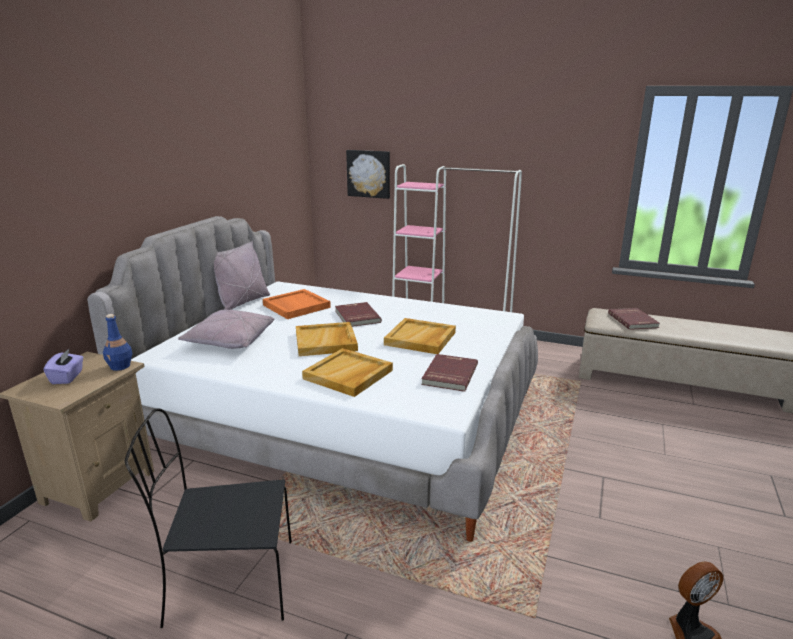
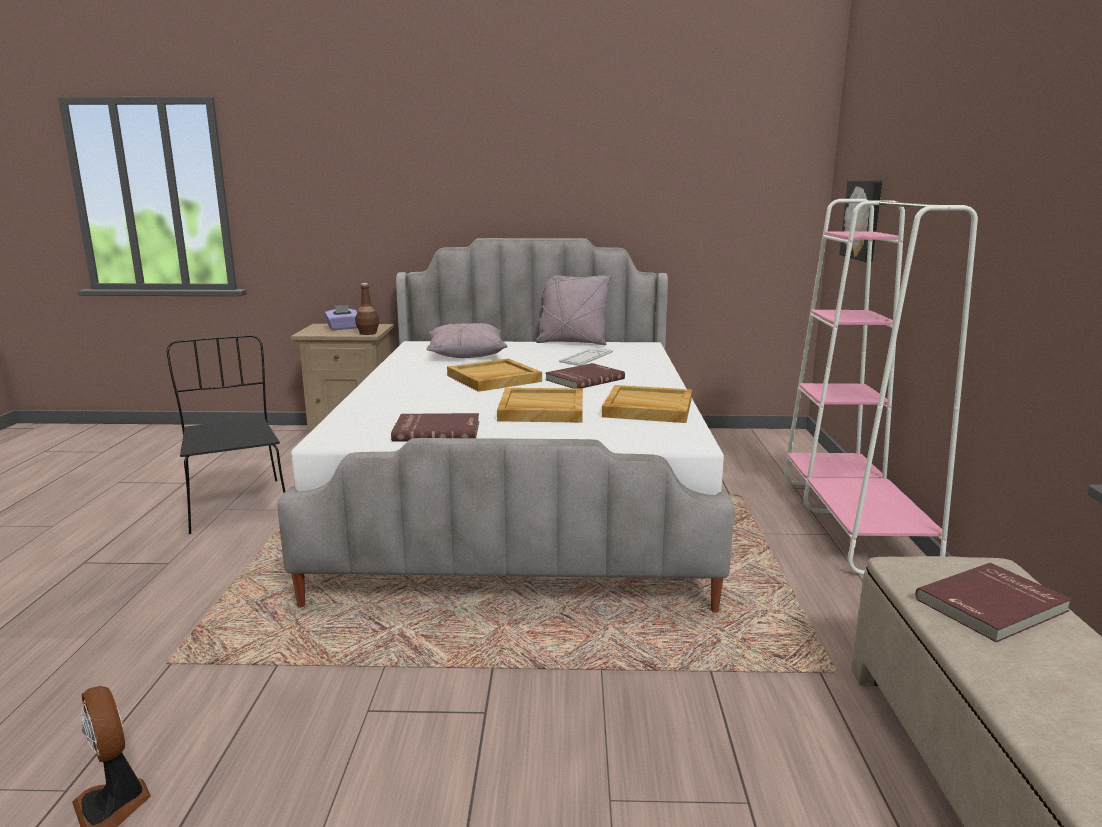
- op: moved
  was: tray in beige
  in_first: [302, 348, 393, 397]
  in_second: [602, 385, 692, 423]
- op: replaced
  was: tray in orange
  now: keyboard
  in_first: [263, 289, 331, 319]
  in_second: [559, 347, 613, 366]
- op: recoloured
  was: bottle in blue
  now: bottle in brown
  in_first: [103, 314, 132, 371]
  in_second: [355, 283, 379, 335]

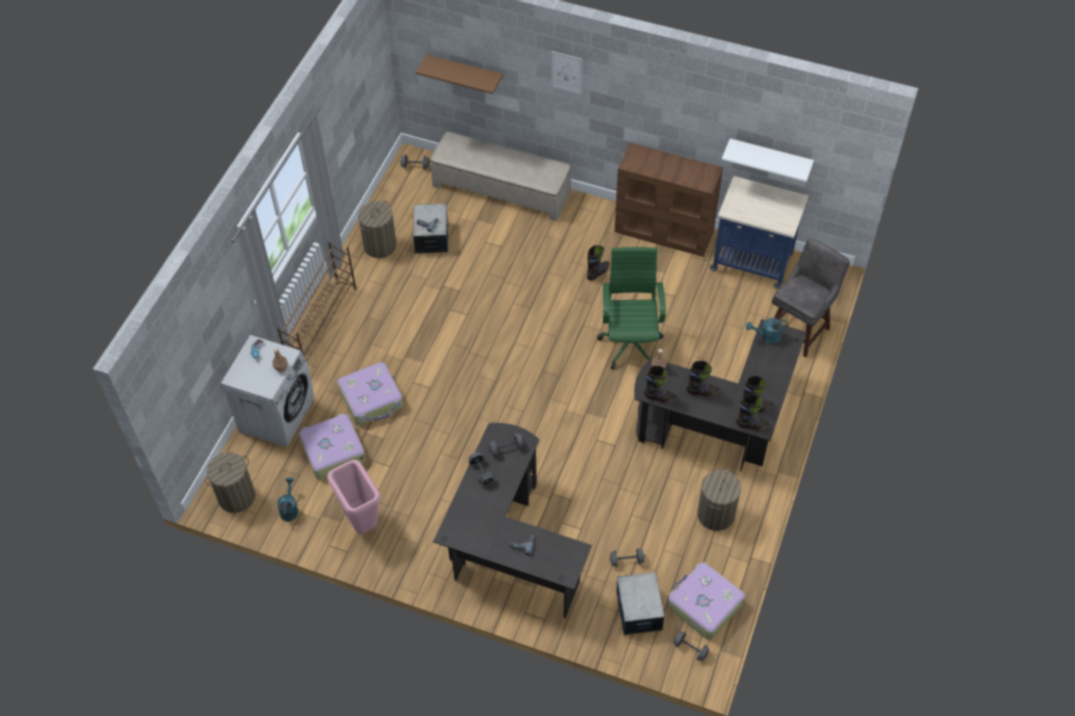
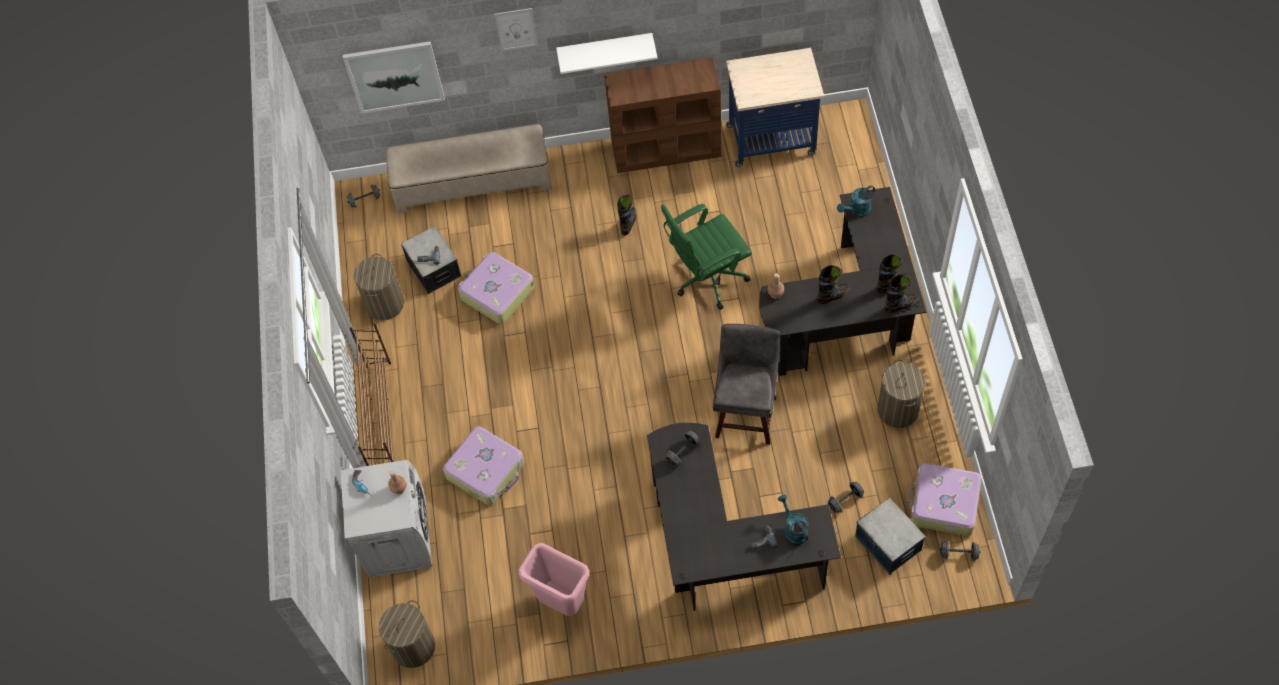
- op: removed
  was: dumbbell in grey
  in_first: [469, 452, 494, 486]
- op: removed
  was: boot in black
  in_first: [644, 366, 678, 403]
- op: moved
  was: watering can in turquoise
  in_first: [277, 478, 299, 522]
  in_second: [778, 495, 809, 545]
- op: moved
  was: suitcase
  in_first: [299, 413, 366, 479]
  in_second: [458, 252, 535, 324]
- op: moved
  was: shelf in white
  in_first: [722, 138, 814, 182]
  in_second: [556, 33, 657, 74]
- op: moved
  was: stool in grey
  in_first: [772, 239, 850, 357]
  in_second: [713, 324, 780, 444]
- op: replaced
  was: shelf in brown
  now: picture
  in_first: [415, 54, 503, 94]
  in_second: [343, 41, 445, 114]
- op: turned
  was: office chair in green
  in_first: [597, 247, 666, 369]
  in_second: [661, 204, 752, 310]
  clockwise: -90

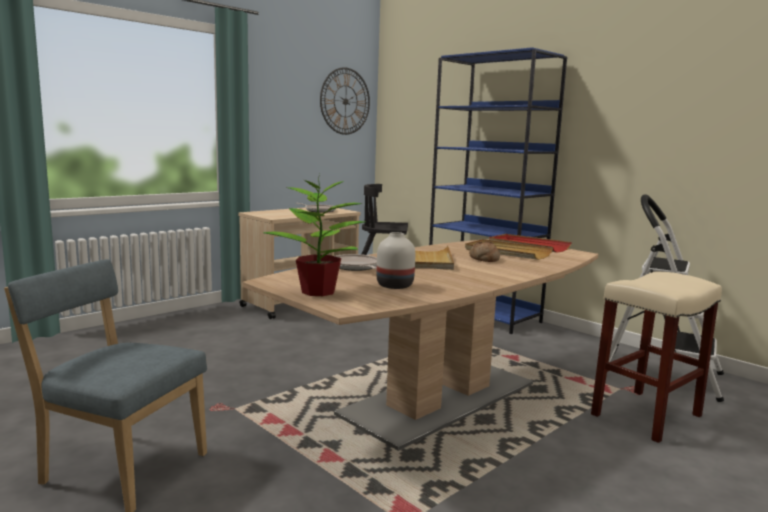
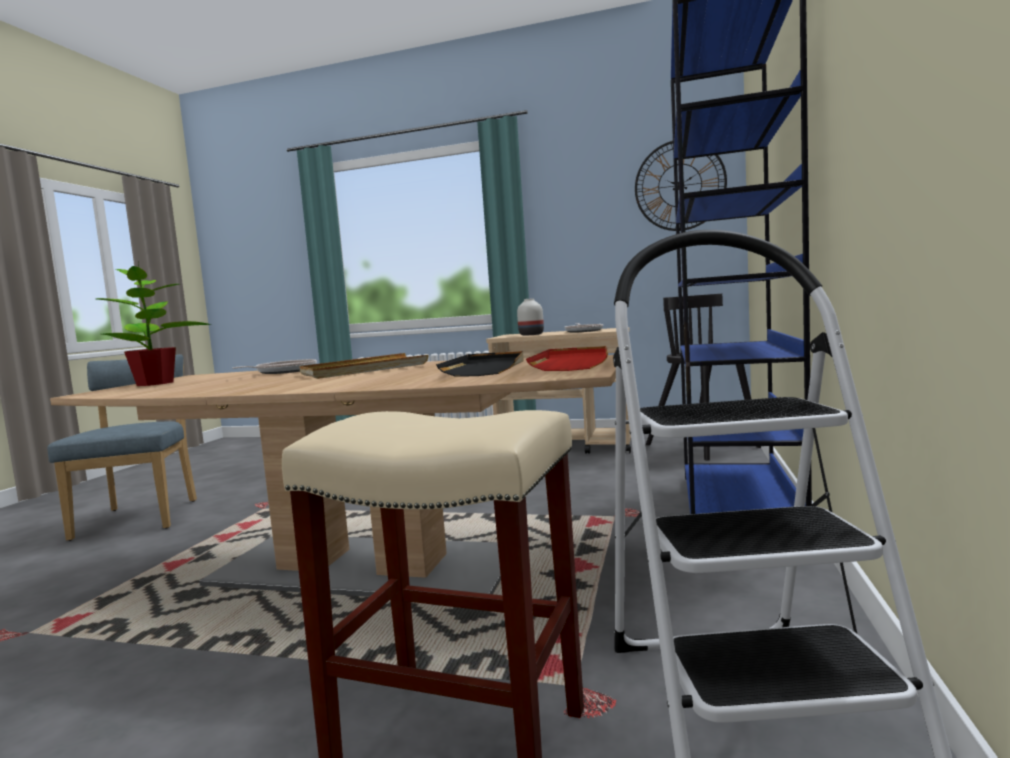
- op: removed
  was: bread
  in_first: [469, 241, 500, 262]
- op: moved
  was: vase in white
  in_first: [376, 232, 415, 289]
  in_second: [517, 298, 544, 336]
- op: recoloured
  was: tray in beige
  now: tray in black
  in_first: [465, 239, 553, 260]
  in_second: [436, 351, 524, 376]

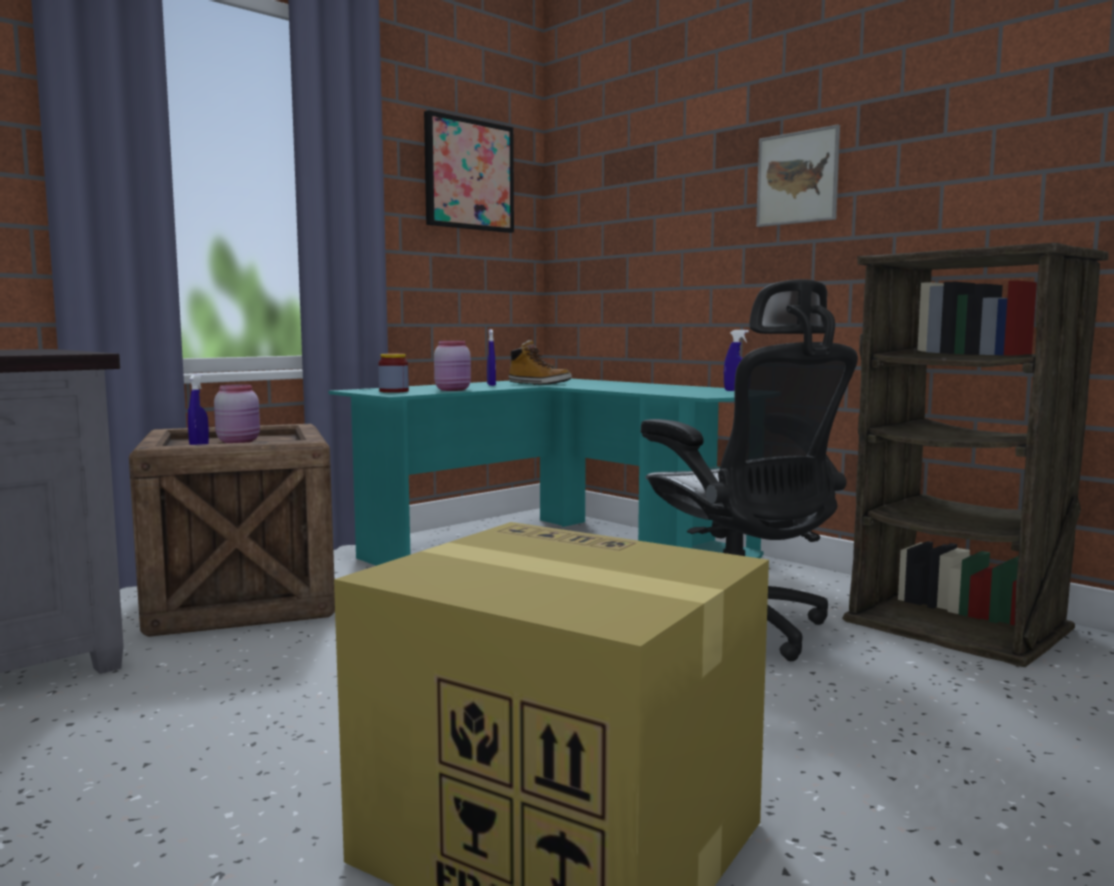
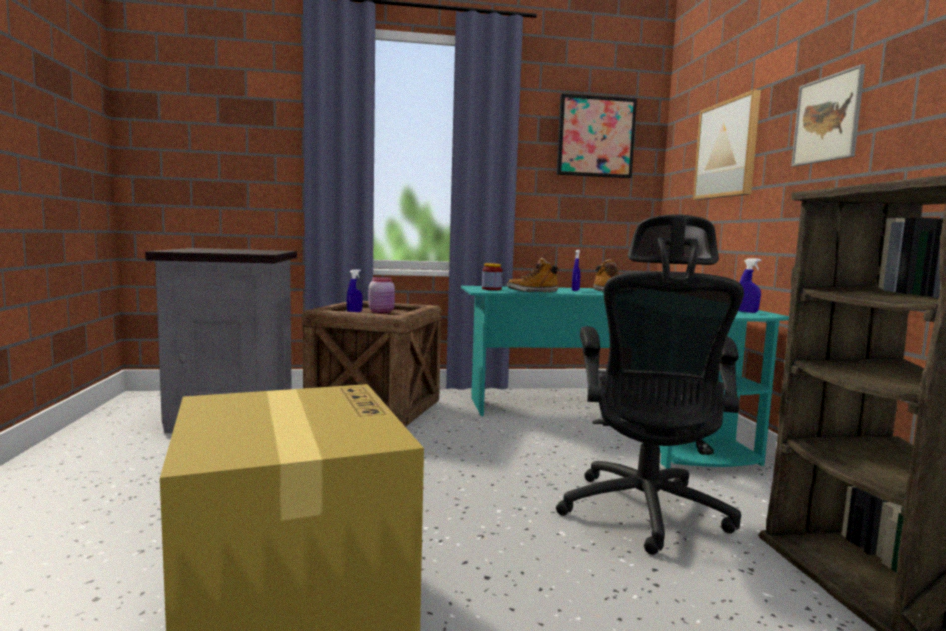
- op: added
  now: picture
  in_second: [693, 89, 761, 200]
- op: replaced
  was: jar in pink
  now: boot
  in_first: [434, 341, 471, 391]
  in_second: [506, 257, 559, 292]

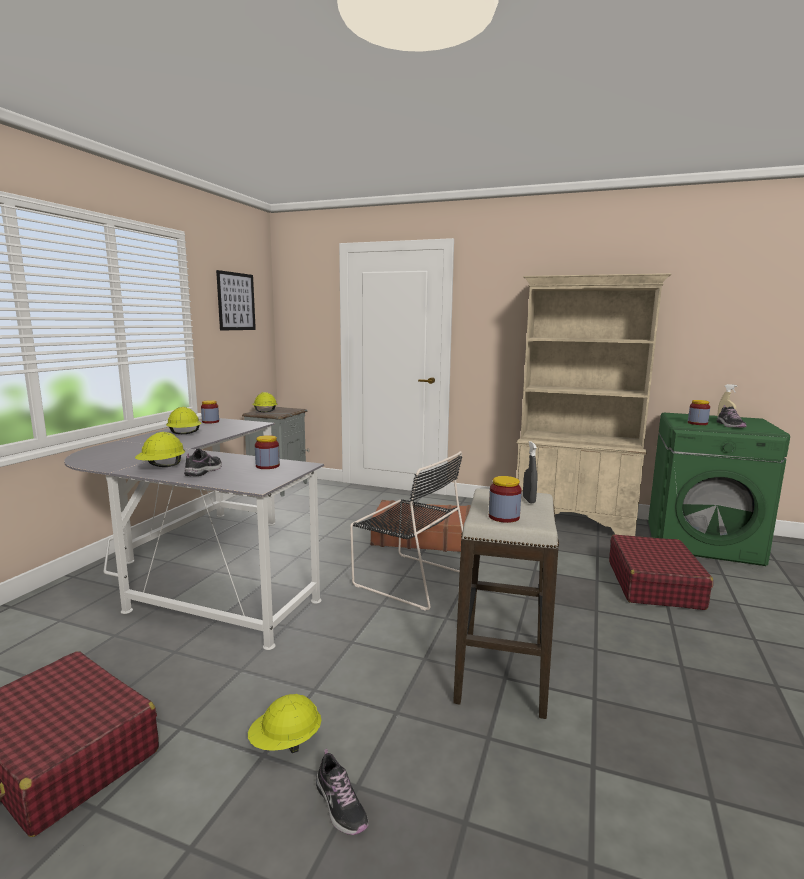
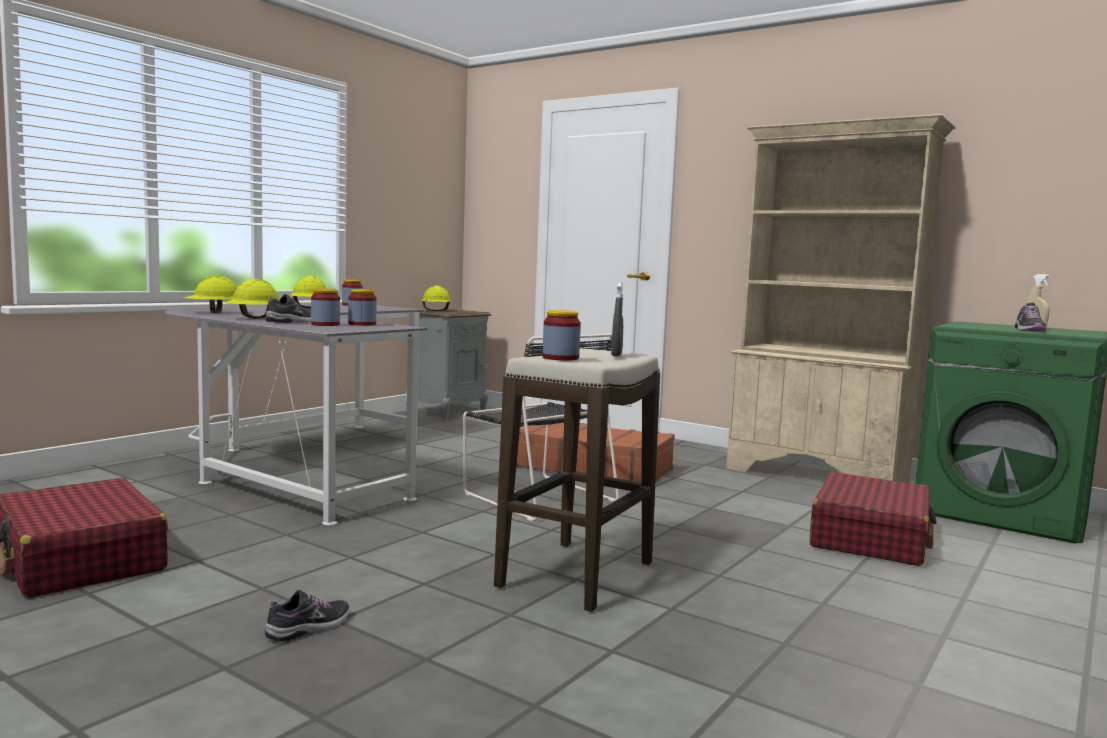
- op: removed
  was: picture
  in_first: [216, 270, 256, 331]
- op: moved
  was: hard hat in yellow
  in_first: [248, 694, 321, 753]
  in_second: [183, 276, 237, 313]
- op: moved
  was: jar
  in_first: [688, 400, 710, 425]
  in_second: [311, 289, 340, 326]
- op: turned
  was: shoe
  in_first: [316, 749, 369, 835]
  in_second: [265, 590, 350, 641]
  clockwise: -120

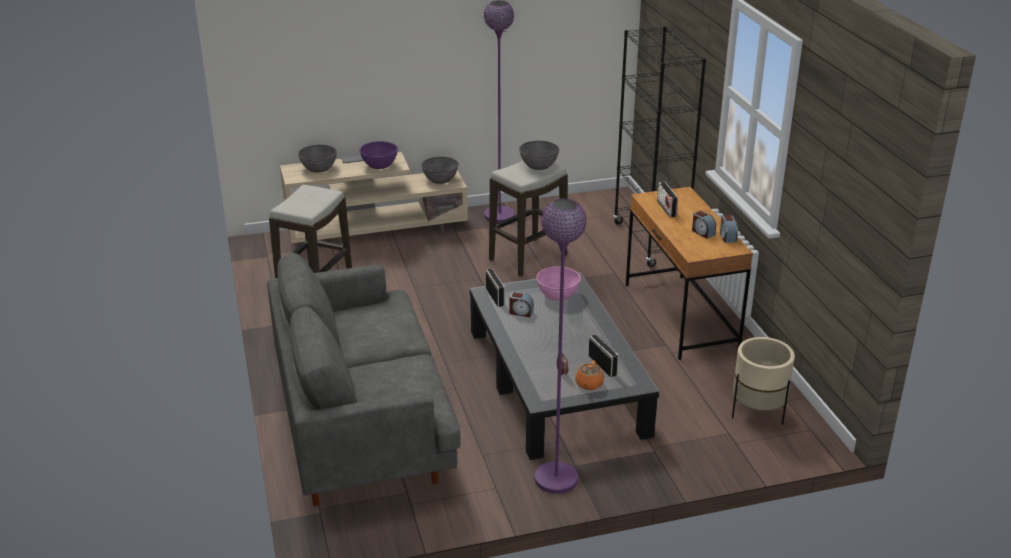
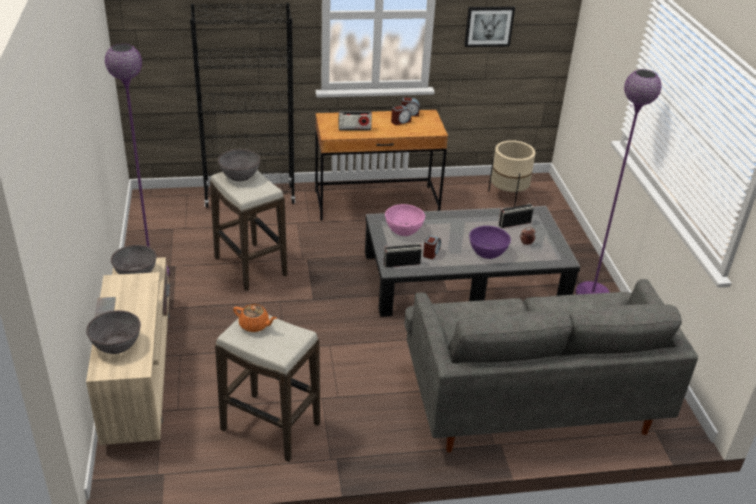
- op: added
  now: picture
  in_second: [464, 6, 515, 47]
- op: moved
  was: bowl in purple
  in_first: [359, 141, 398, 169]
  in_second: [469, 226, 511, 259]
- op: moved
  was: teapot in orange
  in_first: [575, 361, 604, 390]
  in_second: [233, 304, 277, 332]

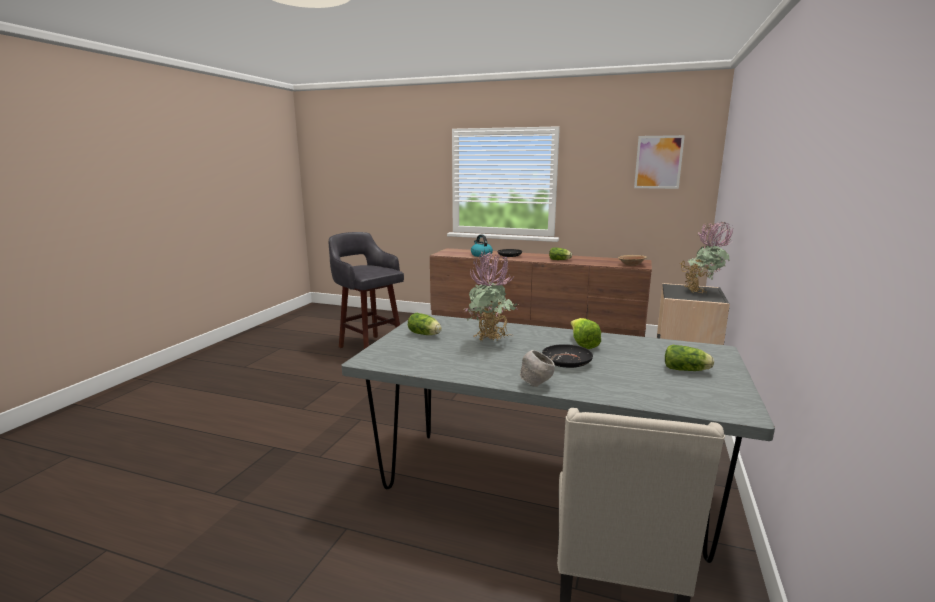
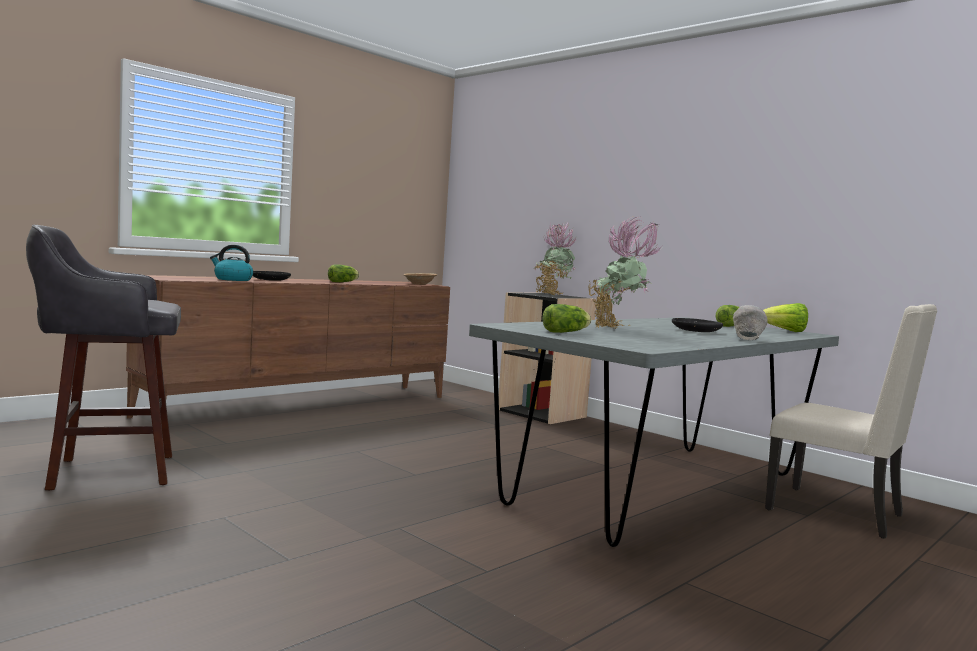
- op: removed
  was: picture
  in_first: [634, 135, 685, 189]
- op: moved
  was: lettuce
  in_first: [570, 318, 601, 349]
  in_second: [763, 303, 808, 332]

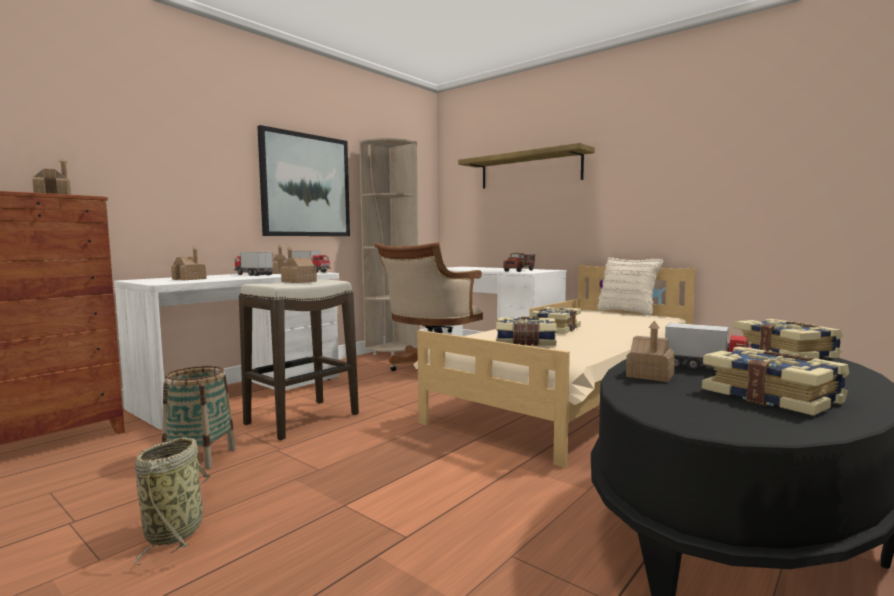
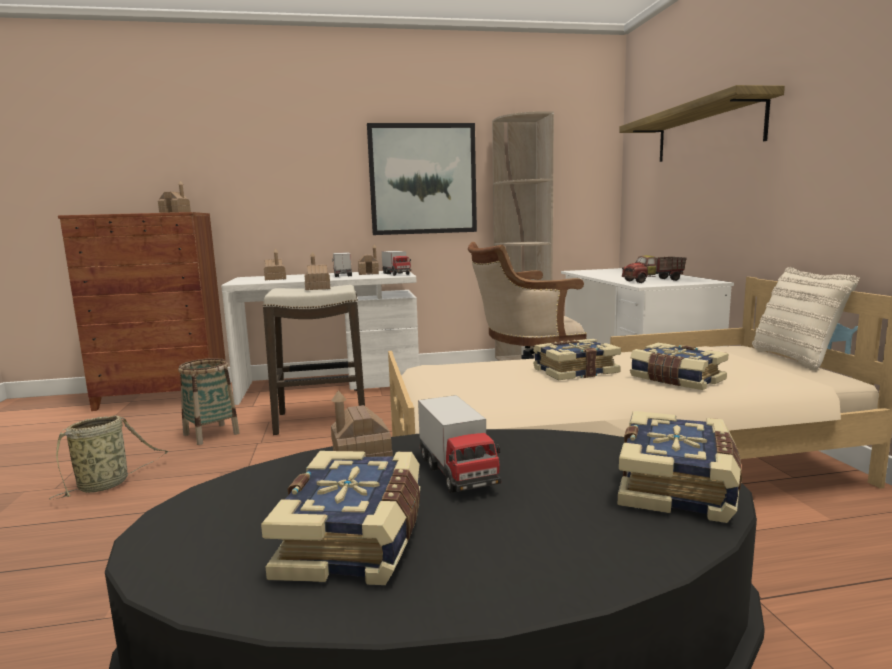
- op: moved
  was: book
  in_first: [496, 317, 557, 346]
  in_second: [630, 343, 728, 390]

